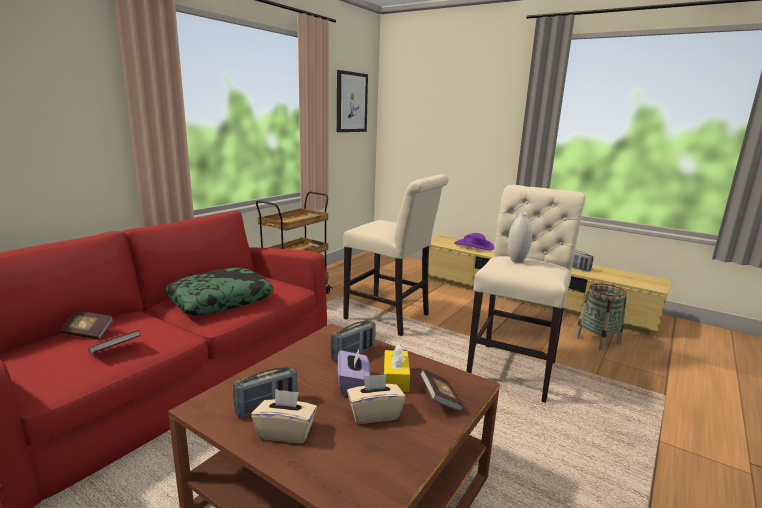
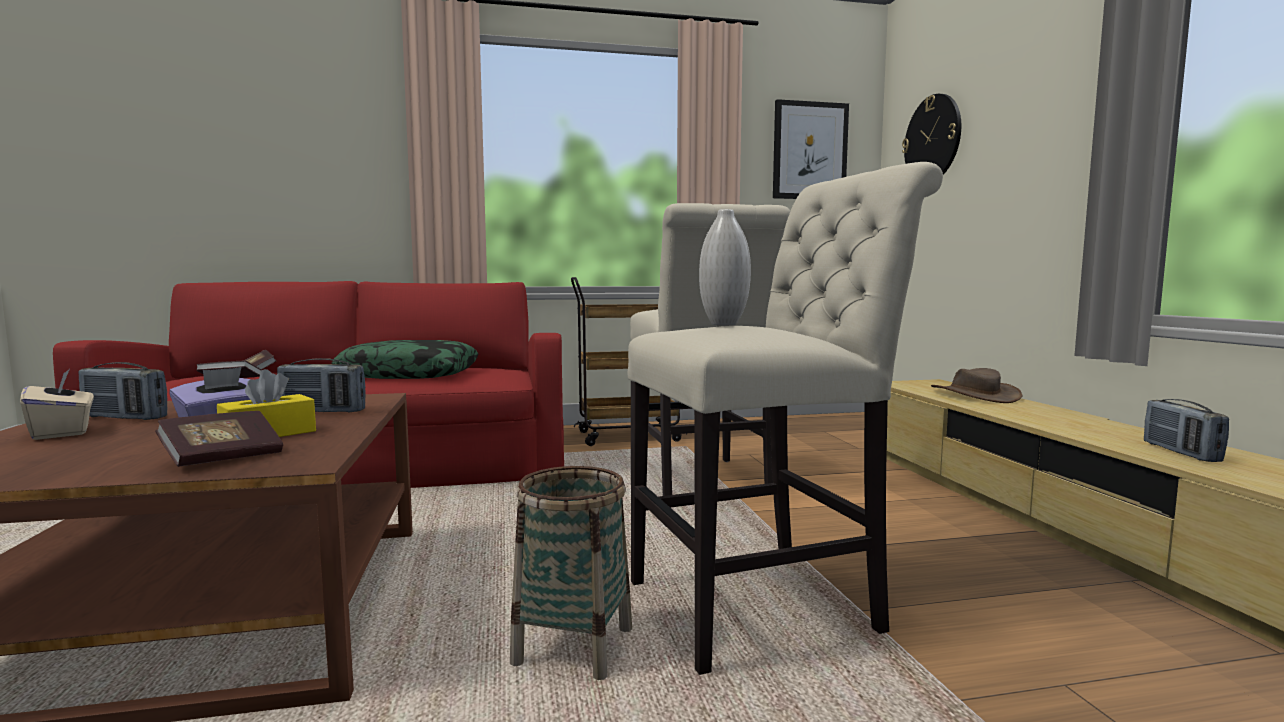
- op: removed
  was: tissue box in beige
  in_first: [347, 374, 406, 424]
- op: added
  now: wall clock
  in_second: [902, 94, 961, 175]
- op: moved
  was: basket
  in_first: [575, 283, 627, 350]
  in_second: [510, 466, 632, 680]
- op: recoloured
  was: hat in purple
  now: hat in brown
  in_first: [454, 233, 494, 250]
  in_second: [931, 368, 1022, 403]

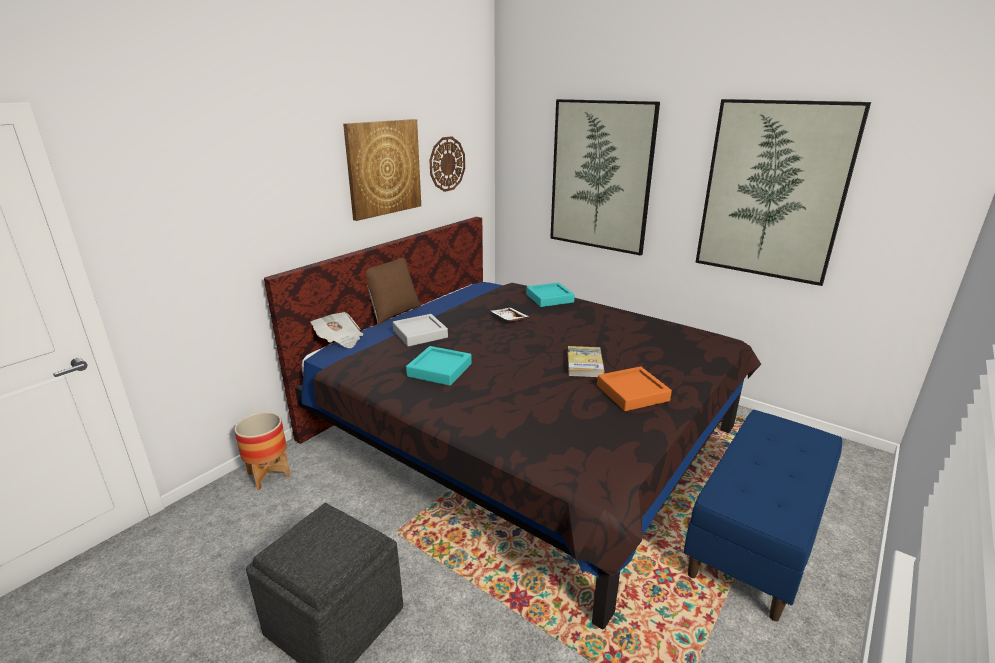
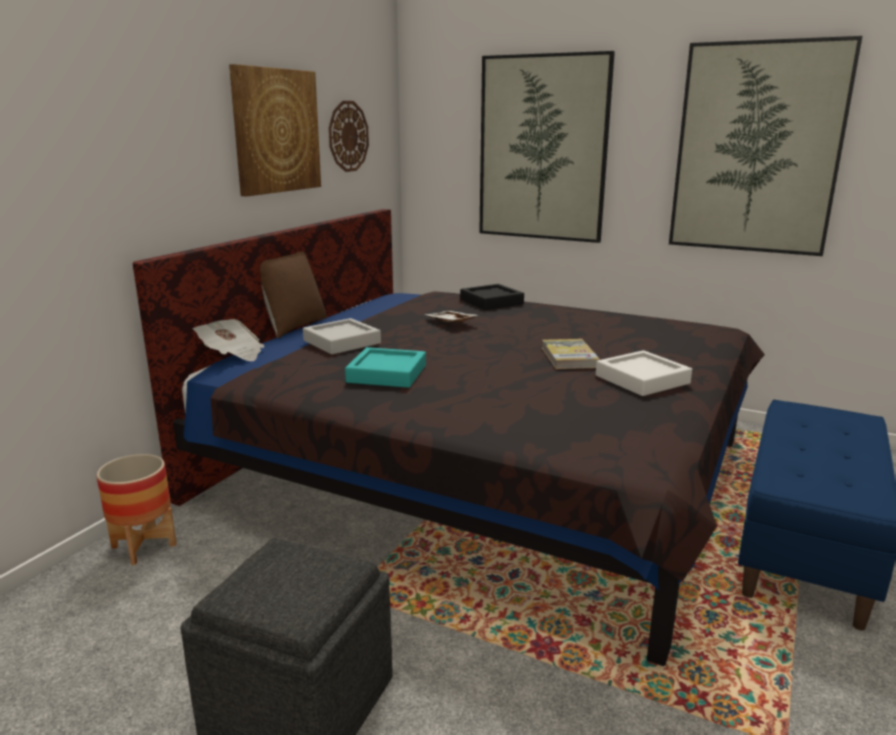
- op: recoloured
  was: tray in turquoise
  now: tray in black
  in_first: [526, 283, 575, 307]
  in_second: [460, 284, 524, 310]
- op: recoloured
  was: tray in orange
  now: tray in white
  in_first: [597, 366, 672, 411]
  in_second: [596, 350, 692, 396]

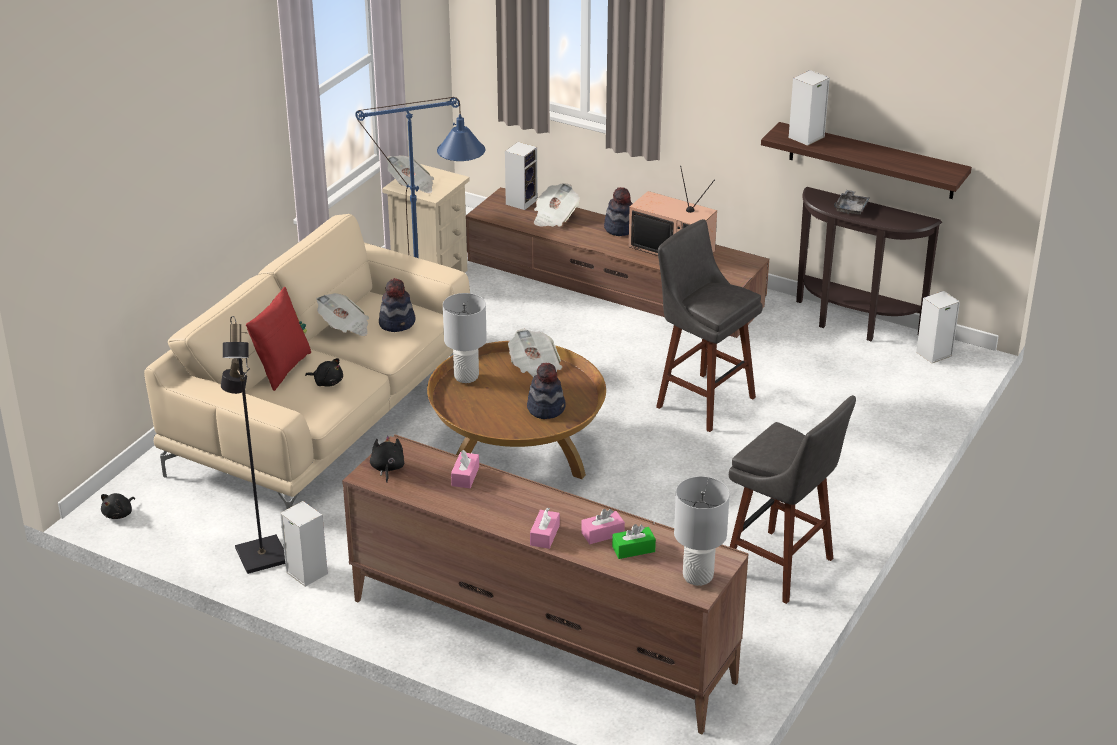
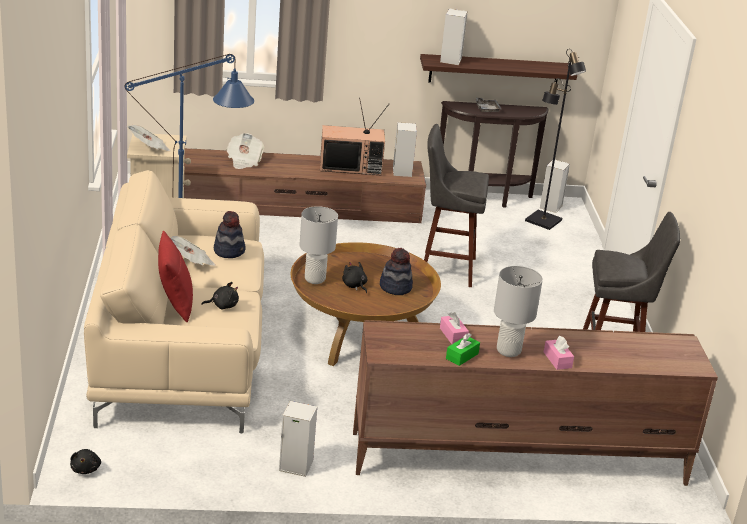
- op: removed
  was: newspaper
  in_first: [508, 329, 562, 377]
- op: removed
  was: tissue box in pink
  in_first: [581, 509, 625, 544]
- op: removed
  was: hat
  in_first: [604, 187, 633, 236]
- op: moved
  was: floor lamp in black
  in_first: [221, 316, 285, 574]
  in_second: [525, 49, 586, 230]
- op: moved
  was: plush toy in black
  in_first: [370, 436, 404, 483]
  in_second: [342, 262, 368, 293]
- op: moved
  was: speaker
  in_first: [505, 142, 538, 210]
  in_second: [393, 122, 417, 177]
- op: moved
  was: tissue box in green
  in_first: [612, 524, 656, 559]
  in_second: [446, 333, 480, 366]
- op: moved
  was: table lamp in grey
  in_first: [674, 476, 730, 586]
  in_second: [494, 266, 543, 357]

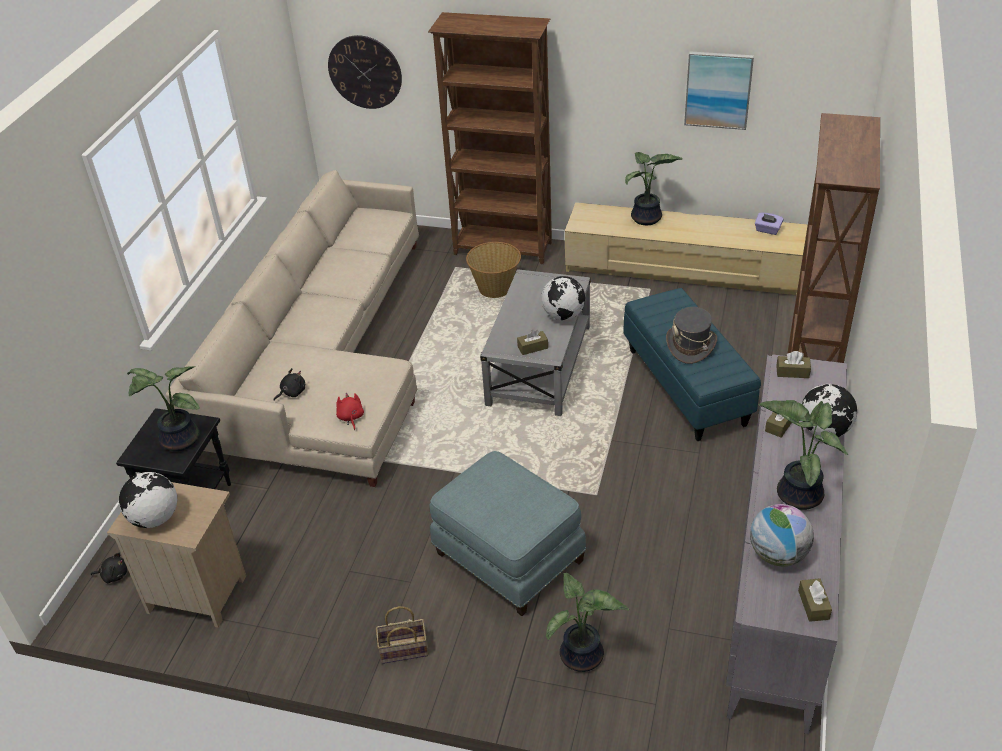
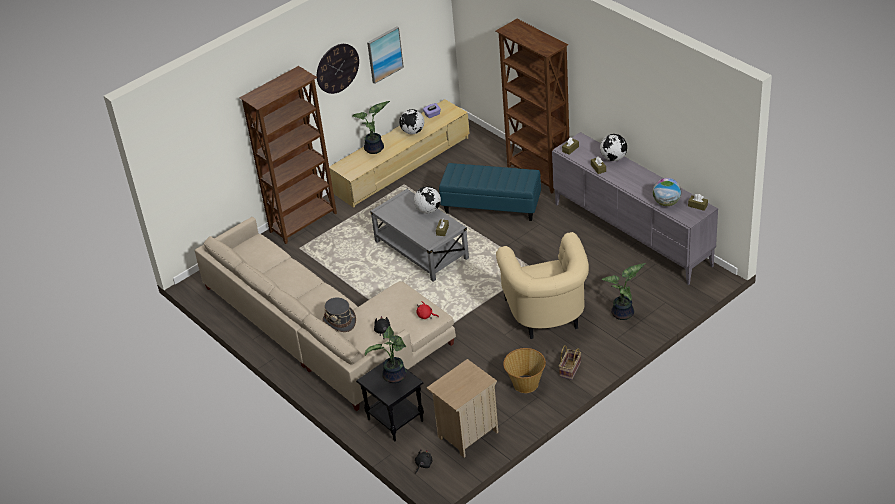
- op: removed
  was: potted plant
  in_first: [758, 400, 849, 510]
- op: moved
  was: globe
  in_first: [119, 472, 177, 528]
  in_second: [399, 109, 424, 134]
- op: moved
  was: wall clock
  in_first: [328, 35, 402, 109]
  in_second: [317, 44, 359, 94]
- op: moved
  was: basket
  in_first: [466, 242, 521, 298]
  in_second: [503, 348, 546, 393]
- op: moved
  was: hat in grey
  in_first: [666, 307, 717, 364]
  in_second: [322, 297, 356, 332]
- op: replaced
  was: ottoman in blue
  now: armchair in beige
  in_first: [429, 451, 586, 616]
  in_second: [496, 232, 589, 339]

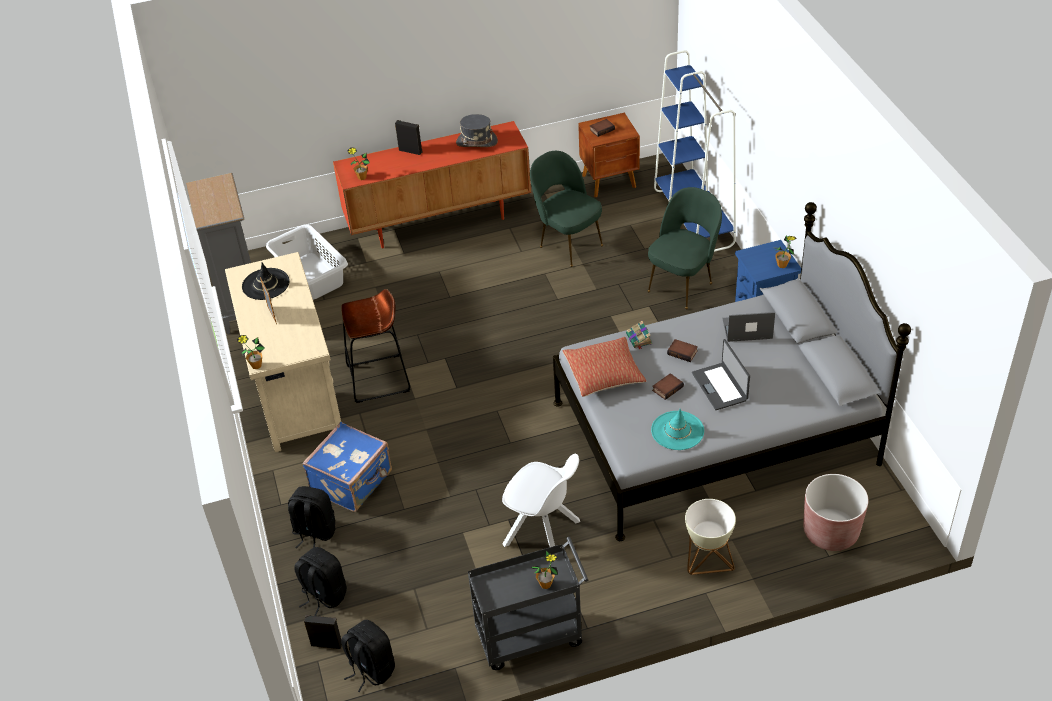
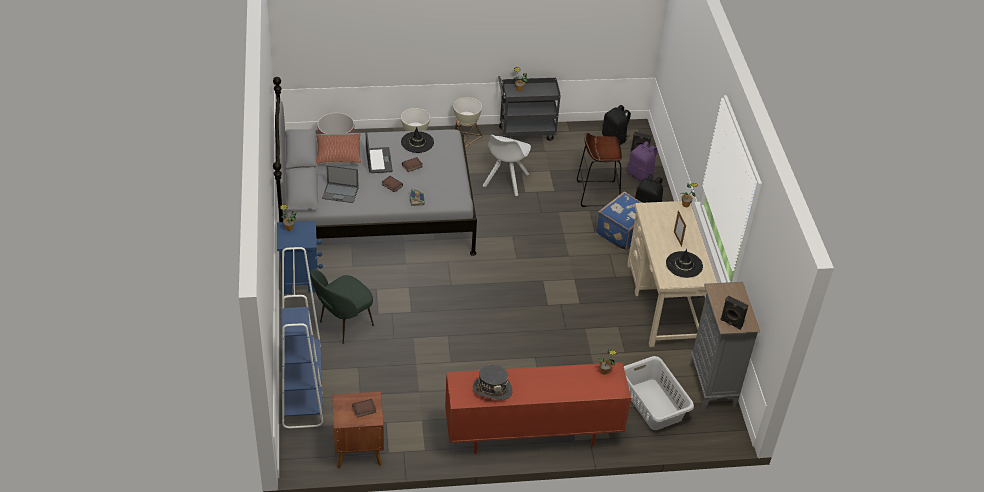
- op: removed
  was: chair in green
  in_first: [530, 151, 603, 267]
- op: added
  now: planter
  in_second: [453, 97, 482, 147]
- op: moved
  was: stool in brown
  in_first: [341, 289, 410, 403]
  in_second: [577, 133, 622, 207]
- op: moved
  was: speaker in black
  in_first: [395, 120, 422, 155]
  in_second: [720, 295, 748, 330]
- op: moved
  was: pillow
  in_first: [563, 337, 646, 397]
  in_second: [316, 133, 361, 164]
- op: recoloured
  was: backpack in black
  now: backpack in purple
  in_first: [294, 547, 347, 616]
  in_second: [628, 141, 657, 182]
- op: recoloured
  was: hat in turquoise
  now: hat in black
  in_first: [651, 409, 704, 450]
  in_second: [401, 127, 434, 153]
- op: turned
  was: chair in white
  in_first: [502, 454, 580, 547]
  in_second: [483, 135, 531, 196]
  clockwise: -105

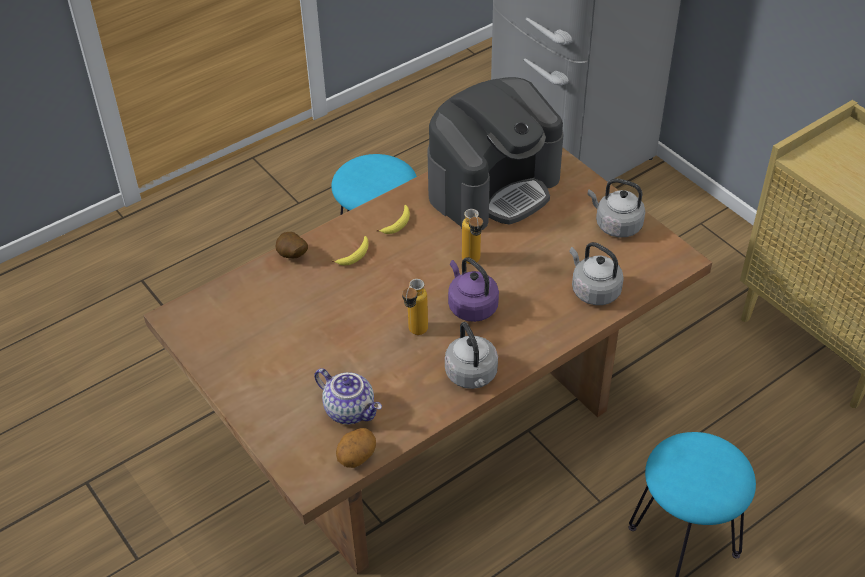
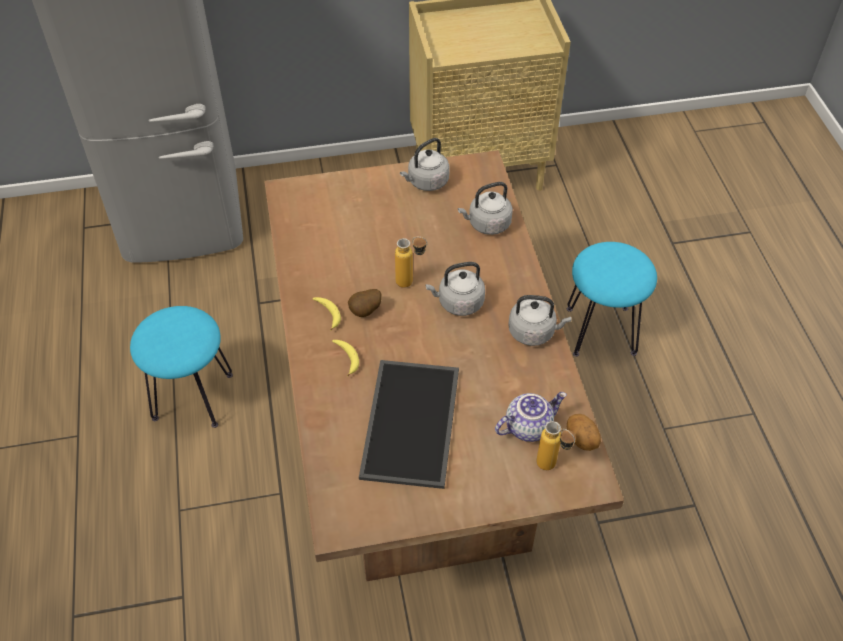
- op: removed
  was: coffee machine
  in_first: [427, 77, 564, 230]
- op: added
  now: tray
  in_second: [359, 360, 459, 489]
- op: moved
  was: potato
  in_first: [276, 232, 308, 258]
  in_second: [348, 289, 382, 317]
- op: moved
  was: bottle
  in_first: [402, 279, 428, 335]
  in_second: [536, 421, 576, 470]
- op: recoloured
  was: kettle in purple
  now: kettle in grey
  in_first: [448, 257, 499, 322]
  in_second: [426, 262, 485, 316]

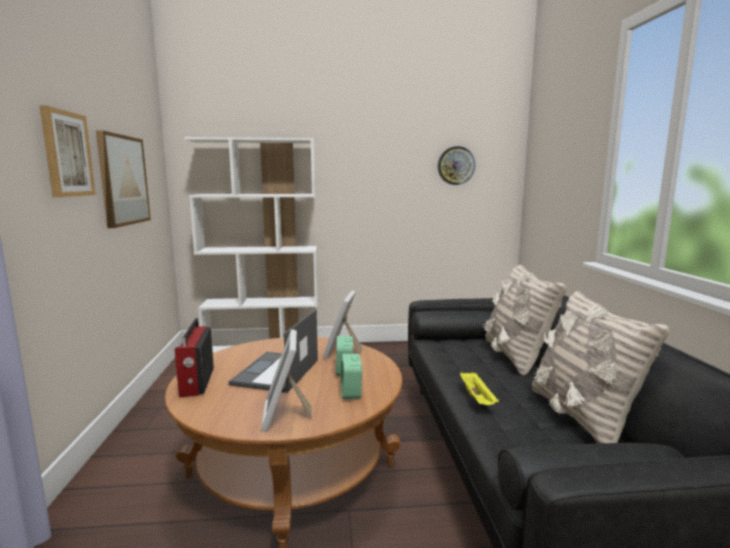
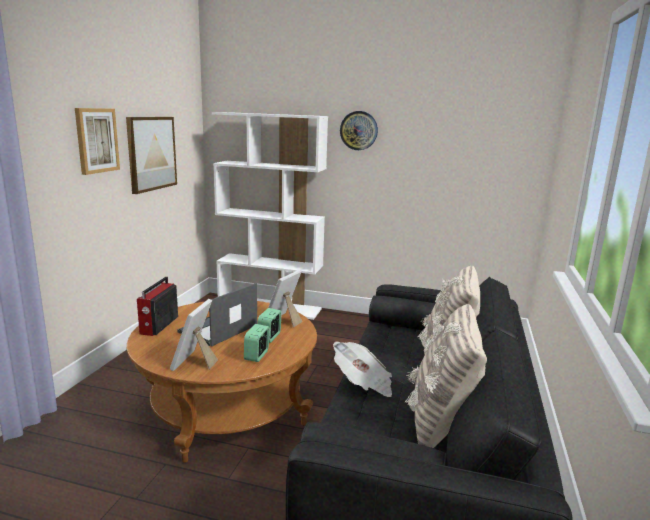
- op: moved
  was: wall clock
  in_first: [438, 146, 475, 185]
  in_second: [340, 111, 378, 150]
- op: replaced
  was: tray in yellow
  now: newspaper
  in_first: [460, 372, 499, 405]
  in_second: [333, 342, 392, 397]

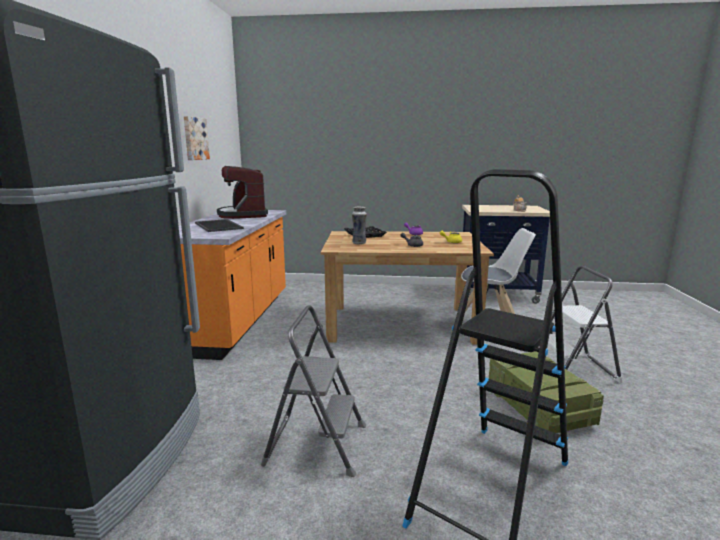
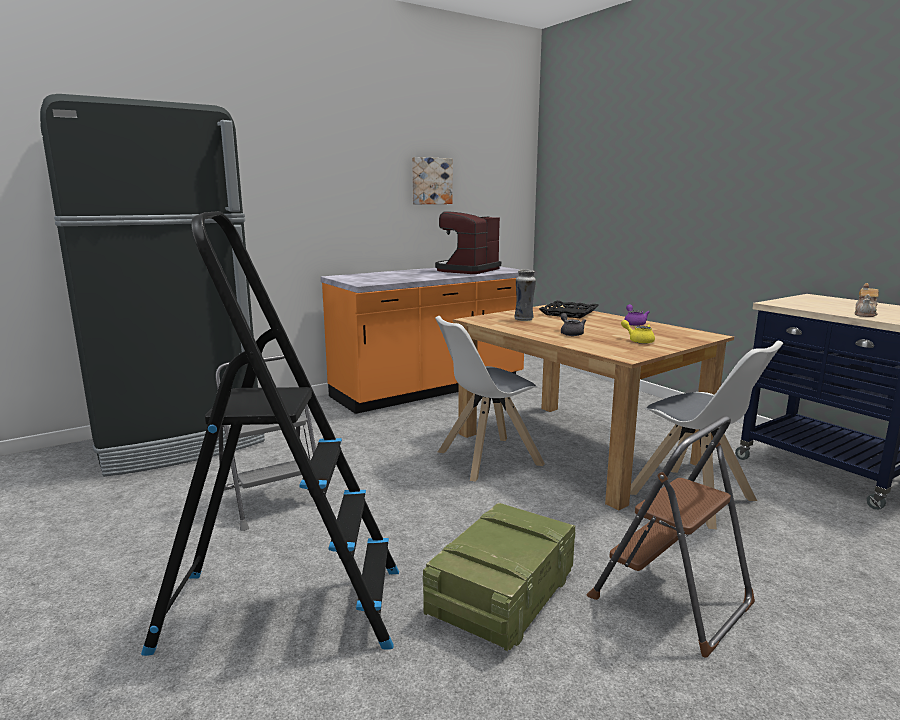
- op: removed
  was: tray
  in_first: [195, 219, 244, 232]
- op: added
  now: chair
  in_second: [435, 316, 545, 482]
- op: recoloured
  was: step ladder in white
  now: step ladder in brown
  in_first: [534, 266, 623, 383]
  in_second: [587, 416, 755, 658]

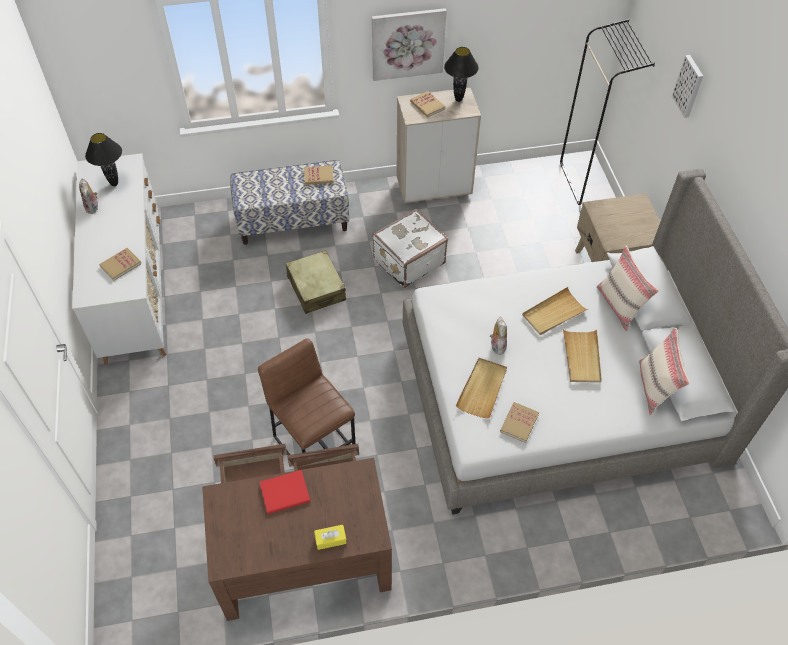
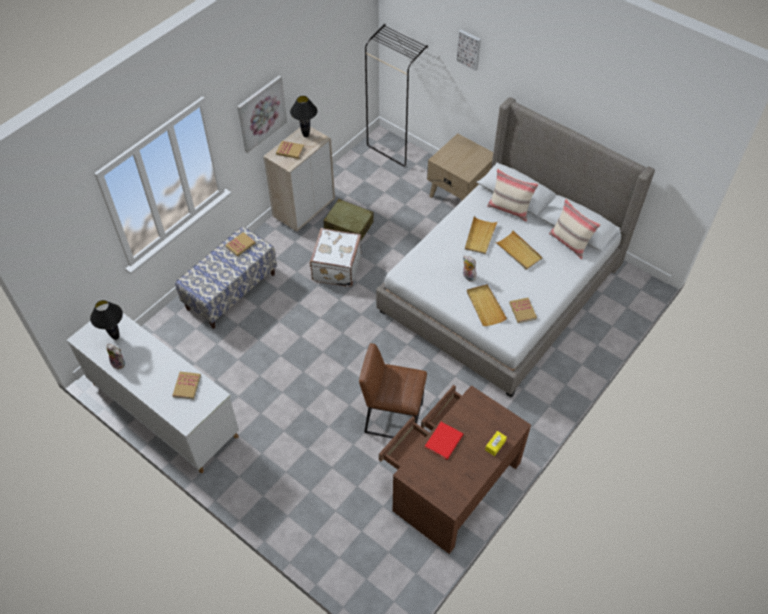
- op: moved
  was: suitcase in beige
  in_first: [286, 250, 346, 314]
  in_second: [323, 199, 374, 240]

